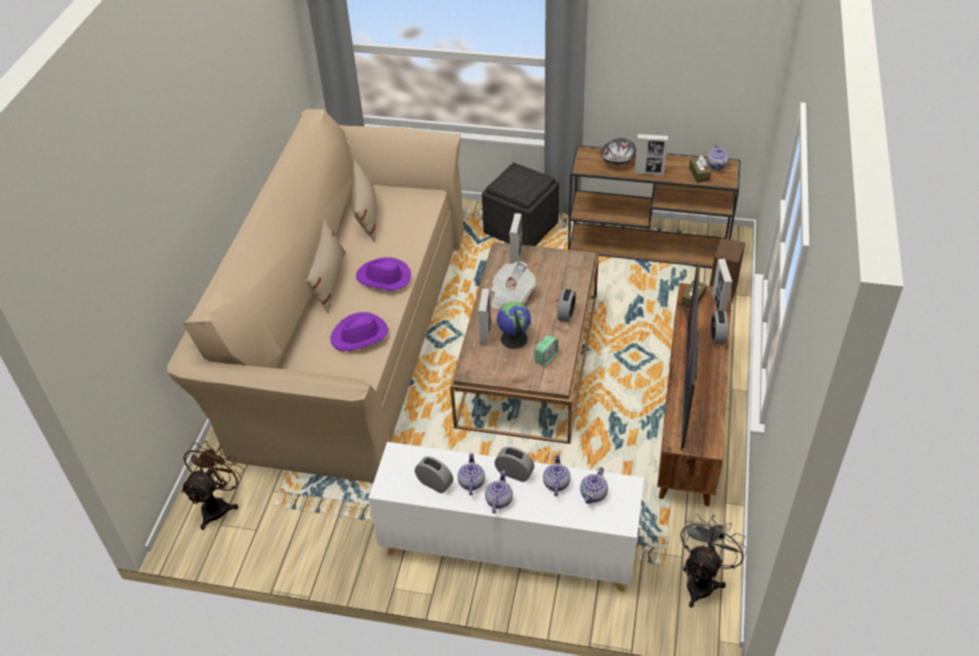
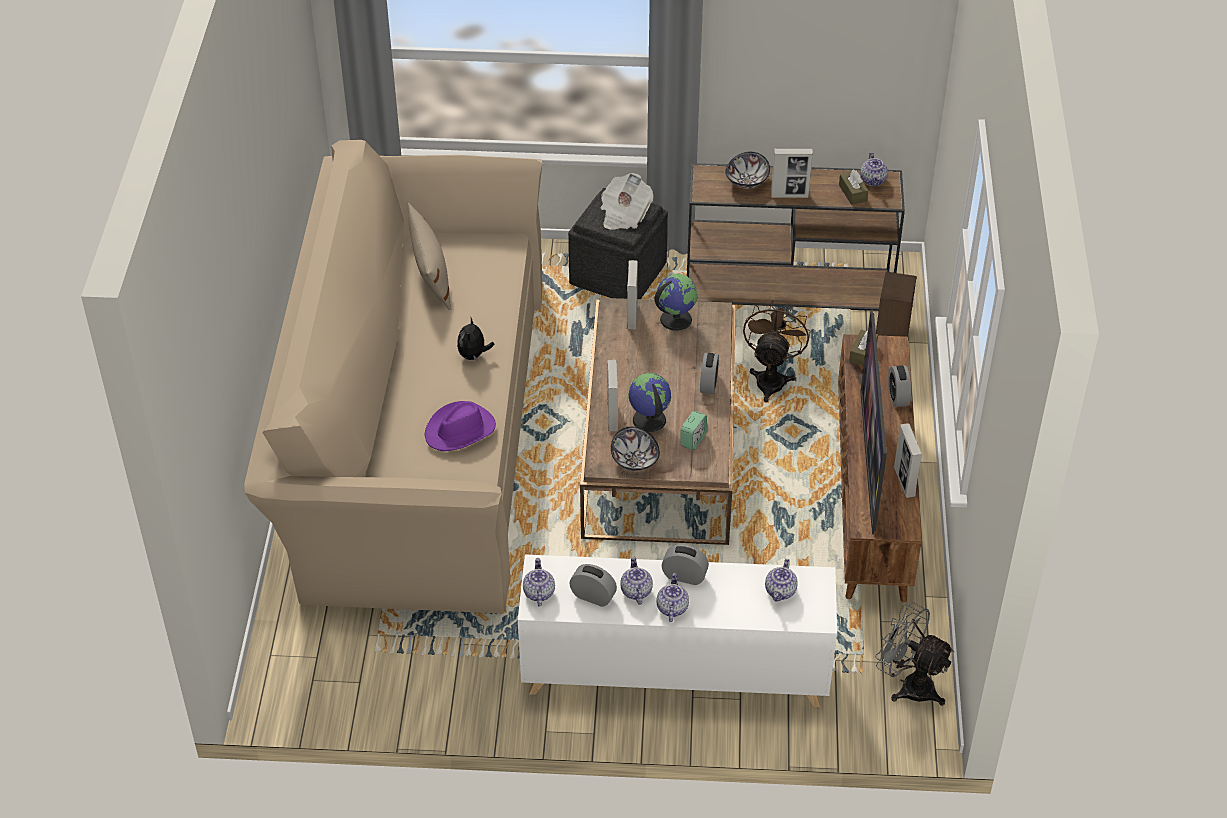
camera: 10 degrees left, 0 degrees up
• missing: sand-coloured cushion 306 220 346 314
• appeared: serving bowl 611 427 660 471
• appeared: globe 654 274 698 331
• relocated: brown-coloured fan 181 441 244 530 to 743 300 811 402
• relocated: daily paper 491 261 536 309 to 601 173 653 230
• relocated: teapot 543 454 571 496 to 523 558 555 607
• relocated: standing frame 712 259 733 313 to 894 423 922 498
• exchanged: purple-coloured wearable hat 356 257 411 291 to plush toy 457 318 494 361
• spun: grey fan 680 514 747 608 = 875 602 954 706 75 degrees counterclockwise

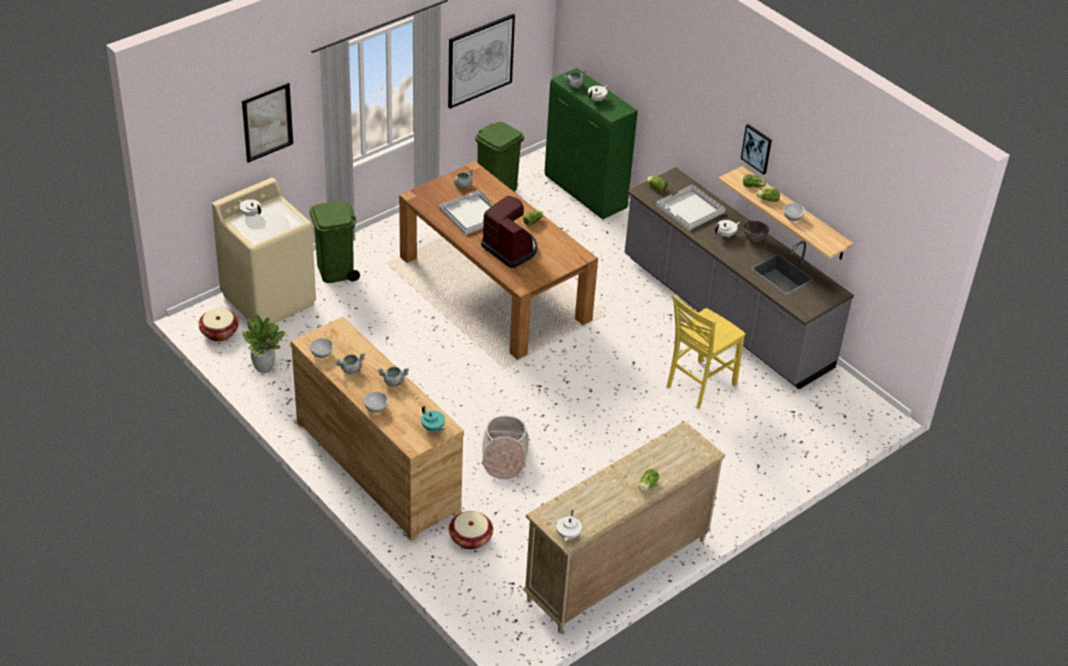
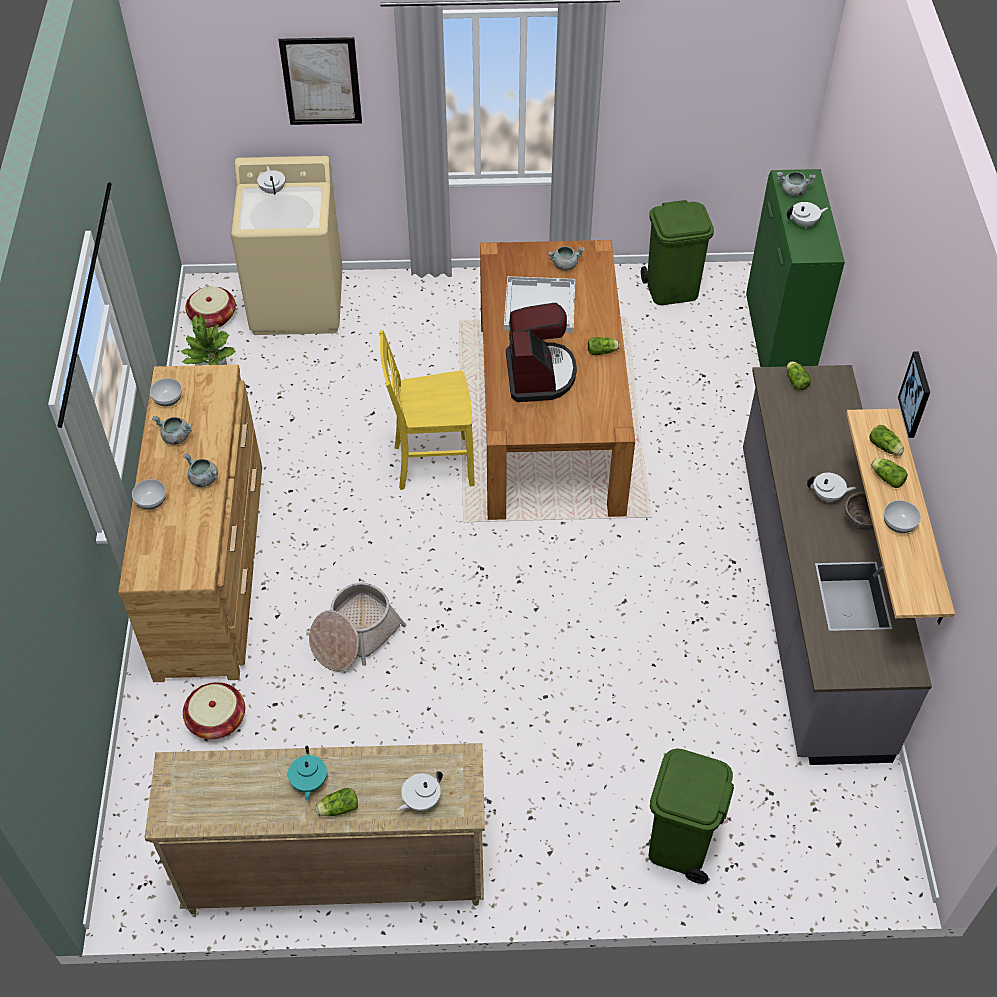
camera: 40 degrees right, 10 degrees up
• missing: picture 448 14 515 109
• missing: whitish tray 656 184 725 230
• relocated: green waste bin 309 201 360 283 to 649 748 734 884
• relocated: turquoise-coloured teapot 421 406 445 432 to 288 746 327 801
• relocated: whitish teapot 556 510 582 541 to 397 771 443 811
• relocated: yellow plain chair 667 295 745 409 to 379 330 475 490

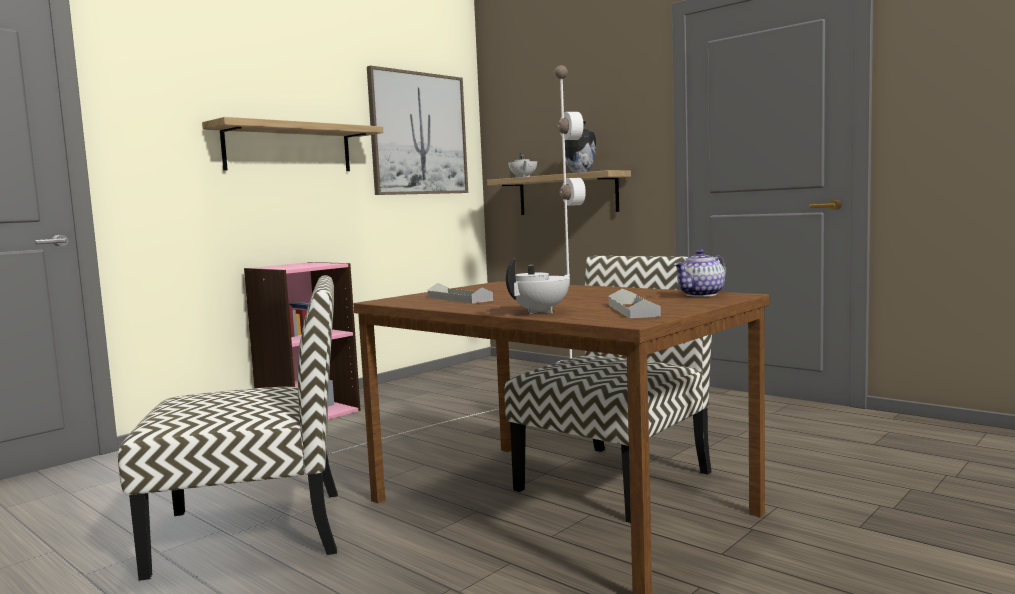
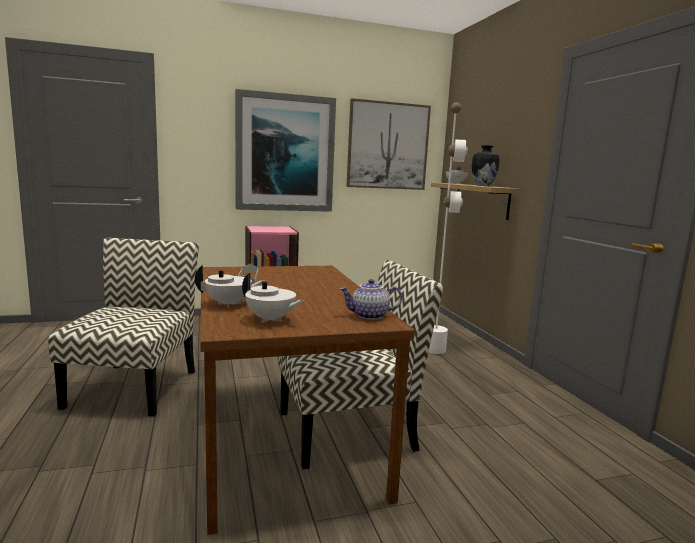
camera: 30 degrees right, 5 degrees up
• exchanged: bracket shelf 202 117 383 171 to picture 235 89 336 212
• exchanged: grey tray 609 288 661 318 to whitish teapot 242 273 305 323
• spun: plain chair 118 275 338 581 = 48 238 199 417 105 degrees counterclockwise

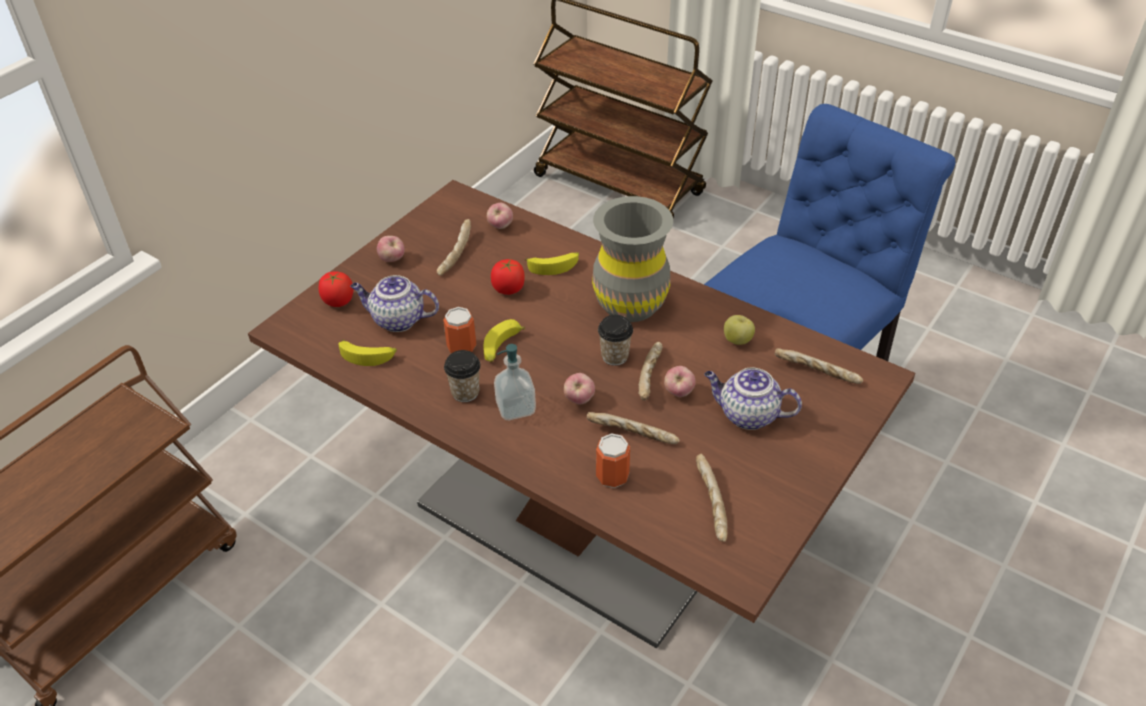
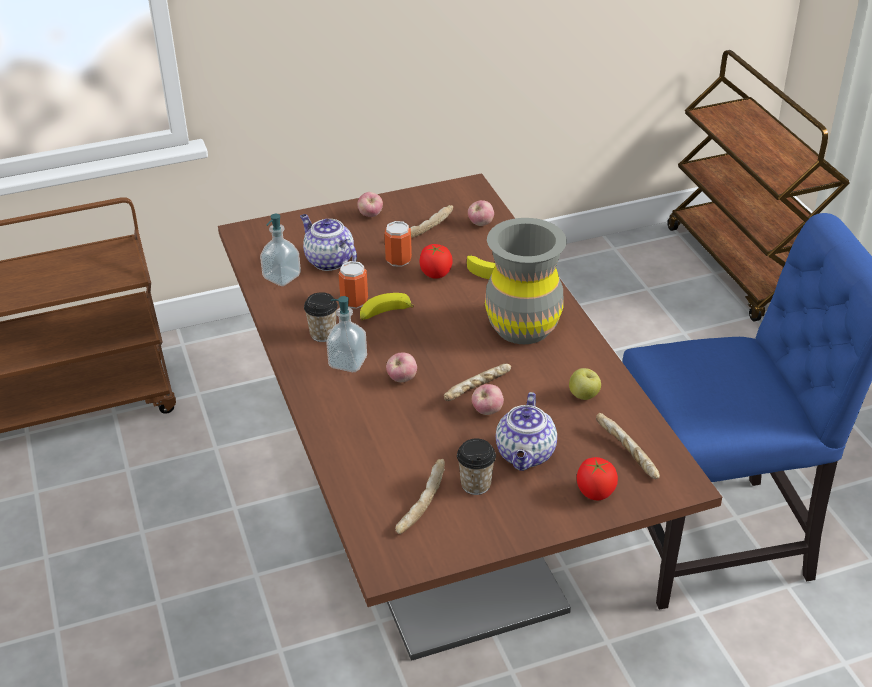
camera: 35 degrees right, 5 degrees down
• missing: bakery bread 587 412 680 444
• relocated: whole tomato 319 271 354 307 to 577 457 618 500
• relocated: metal can 596 433 630 488 to 384 221 412 267
• relocated: drinking cup 598 315 633 366 to 457 438 496 495
• exchanged: banana fruit 338 339 397 366 to soap dispenser 260 214 301 286
• spun: teapot 704 368 802 430 = 496 392 557 471 135 degrees counterclockwise

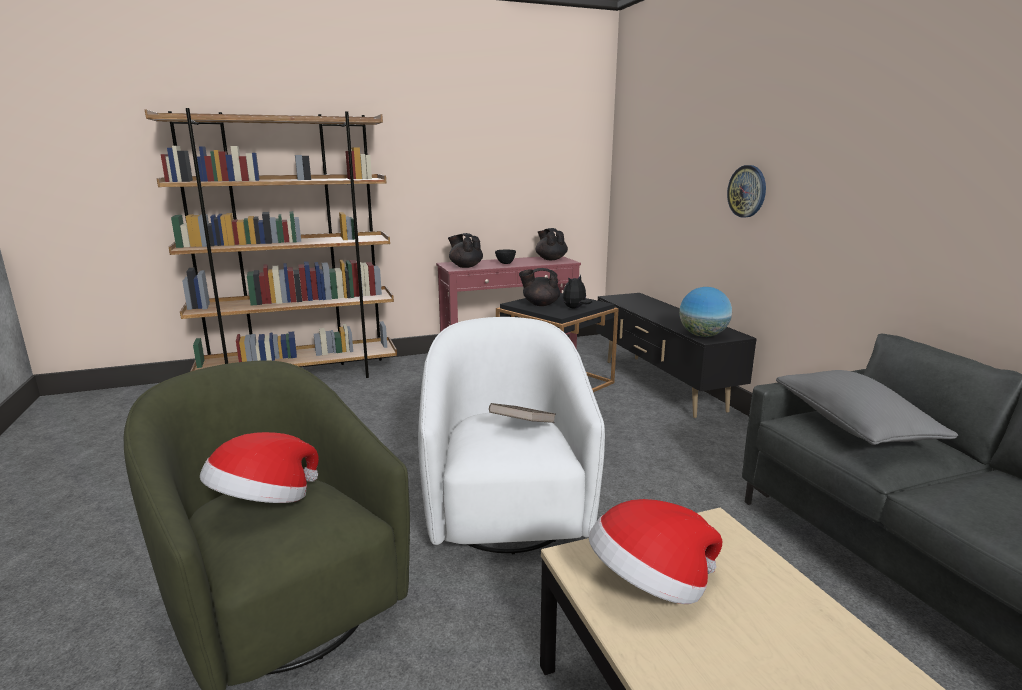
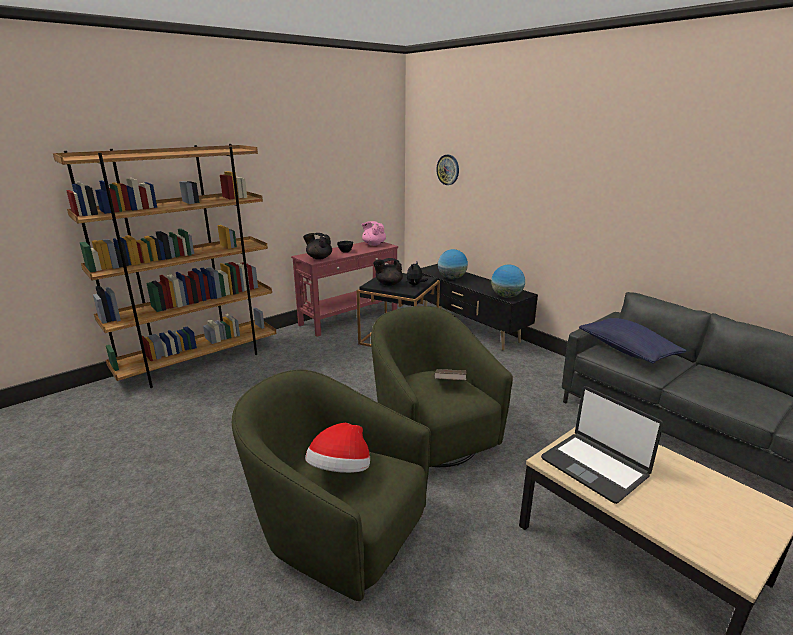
camera: 20 degrees left, 5 degrees up
• appeared: globe 438 249 468 279
• relocated: hanging clock 727 165 766 218 to 436 155 459 185
• exchanged: wearable hat 589 499 722 604 to laptop 541 386 663 504
• colour: whitish lounge chair 418 317 605 554 to green lounge chair 371 306 513 467
• colour: blackish teapot 536 228 568 260 to pinkish teapot 362 221 386 246
• colour: grey cushion 776 370 958 445 to bluish cushion 579 318 687 364

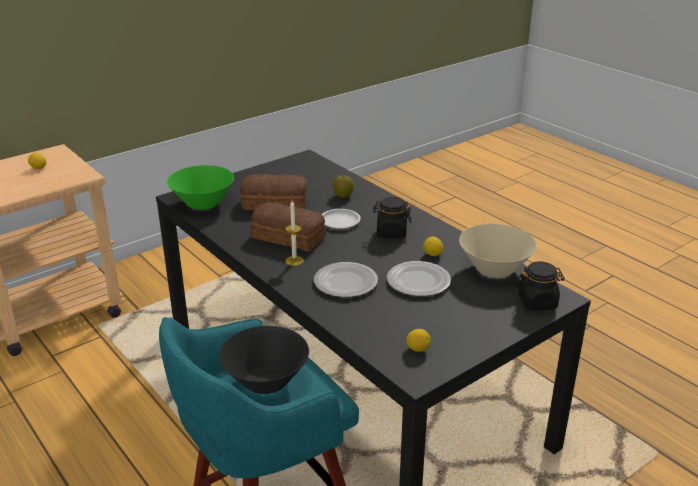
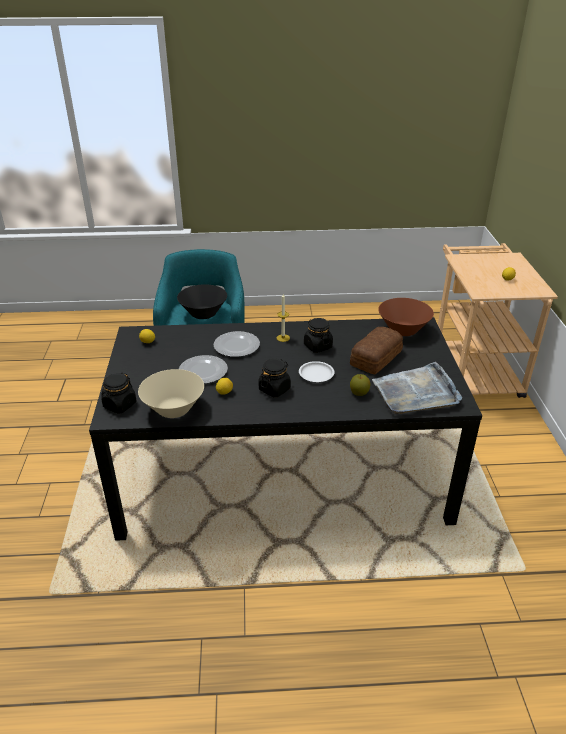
camera: 125 degrees right, 5 degrees up
• appeared: grey tray 372 362 462 414
• exchanged: bakery bread 251 202 326 251 to blackish storage jar 304 318 333 353
• colour: green serving bowl 167 165 234 210 to brown-coloured serving bowl 378 298 434 336

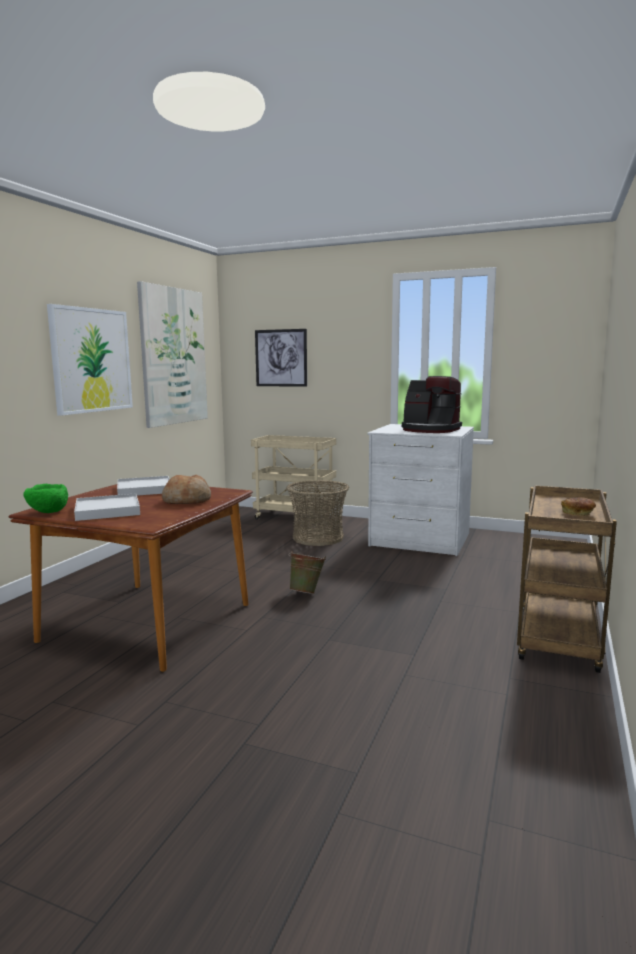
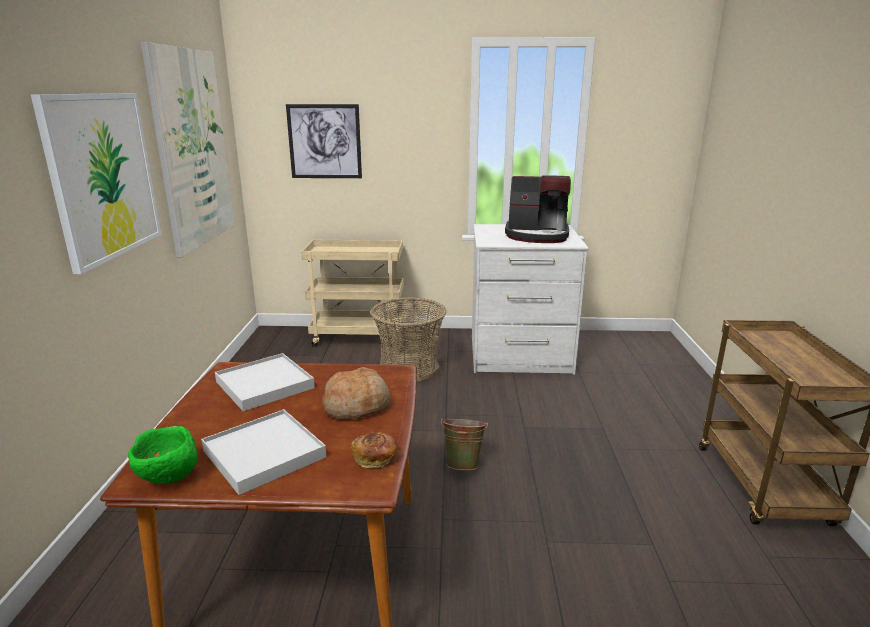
camera: 20 degrees left, 10 degrees up
• relocated: bakery bread 561 497 596 516 to 351 432 398 468

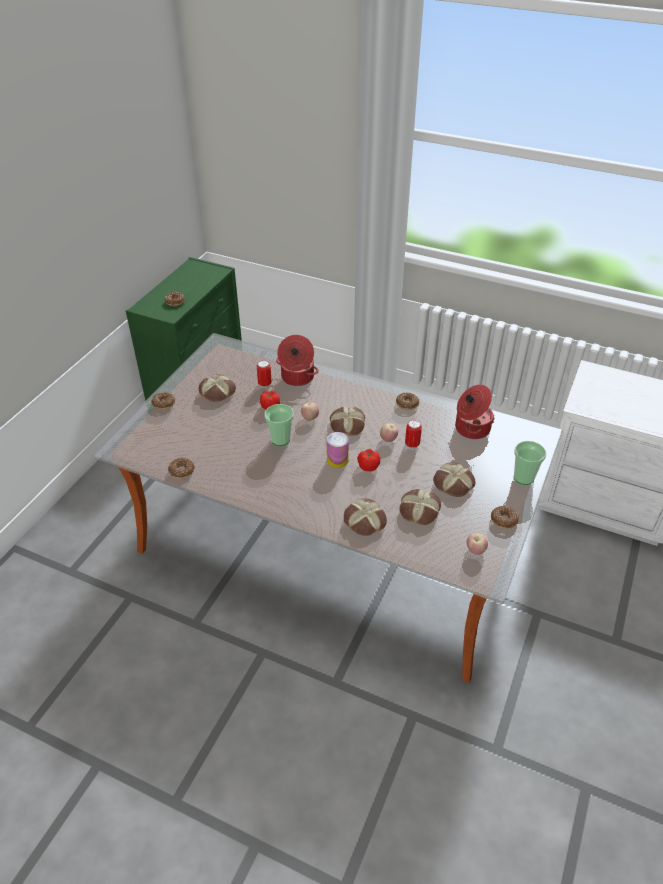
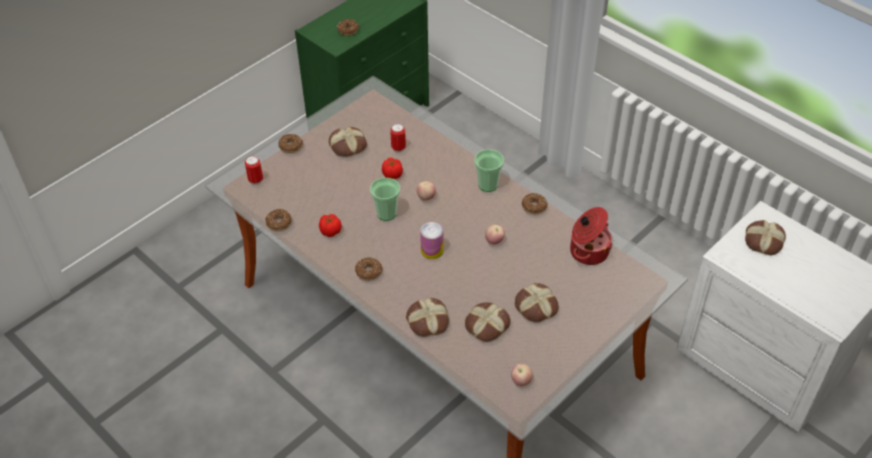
camera: 20 degrees right, 5 degrees up
• missing: saucepot 276 335 318 386
• relocated: bakery bread 330 407 365 436 to 745 220 786 255
• relocated: whole tomato 357 449 380 472 to 319 214 342 237
• relocated: metal can 405 420 422 449 to 245 156 263 185
• relocated: ring doughnut 491 506 519 529 to 355 258 382 280
• relocated: drinking cup 514 441 546 485 to 474 149 504 192

